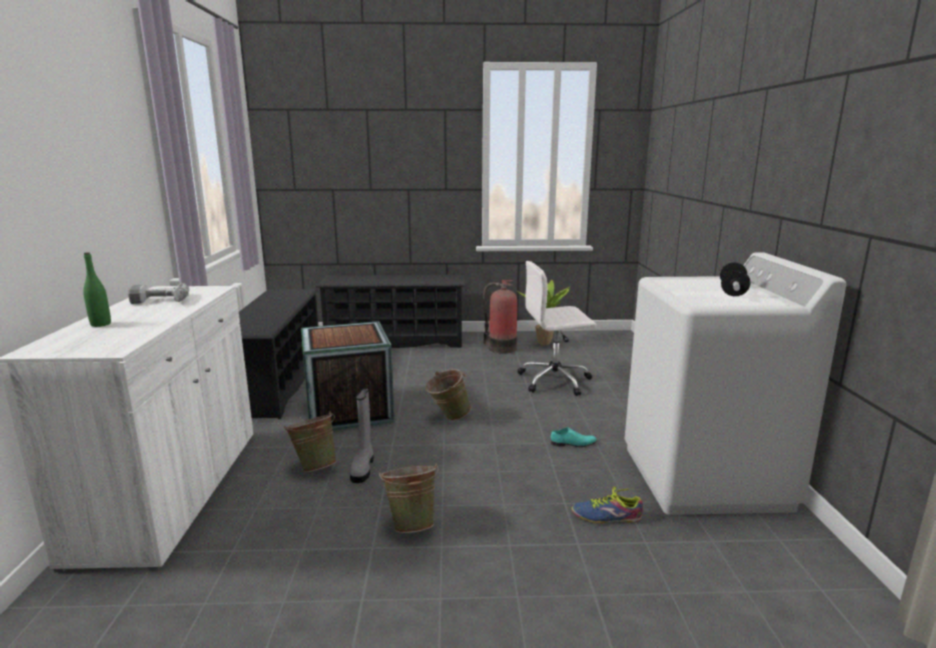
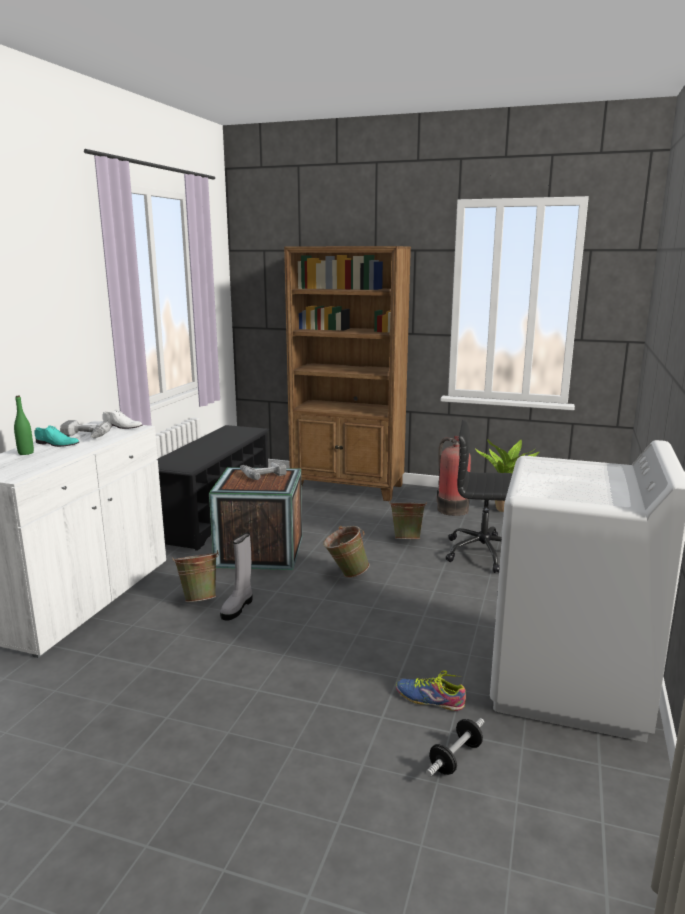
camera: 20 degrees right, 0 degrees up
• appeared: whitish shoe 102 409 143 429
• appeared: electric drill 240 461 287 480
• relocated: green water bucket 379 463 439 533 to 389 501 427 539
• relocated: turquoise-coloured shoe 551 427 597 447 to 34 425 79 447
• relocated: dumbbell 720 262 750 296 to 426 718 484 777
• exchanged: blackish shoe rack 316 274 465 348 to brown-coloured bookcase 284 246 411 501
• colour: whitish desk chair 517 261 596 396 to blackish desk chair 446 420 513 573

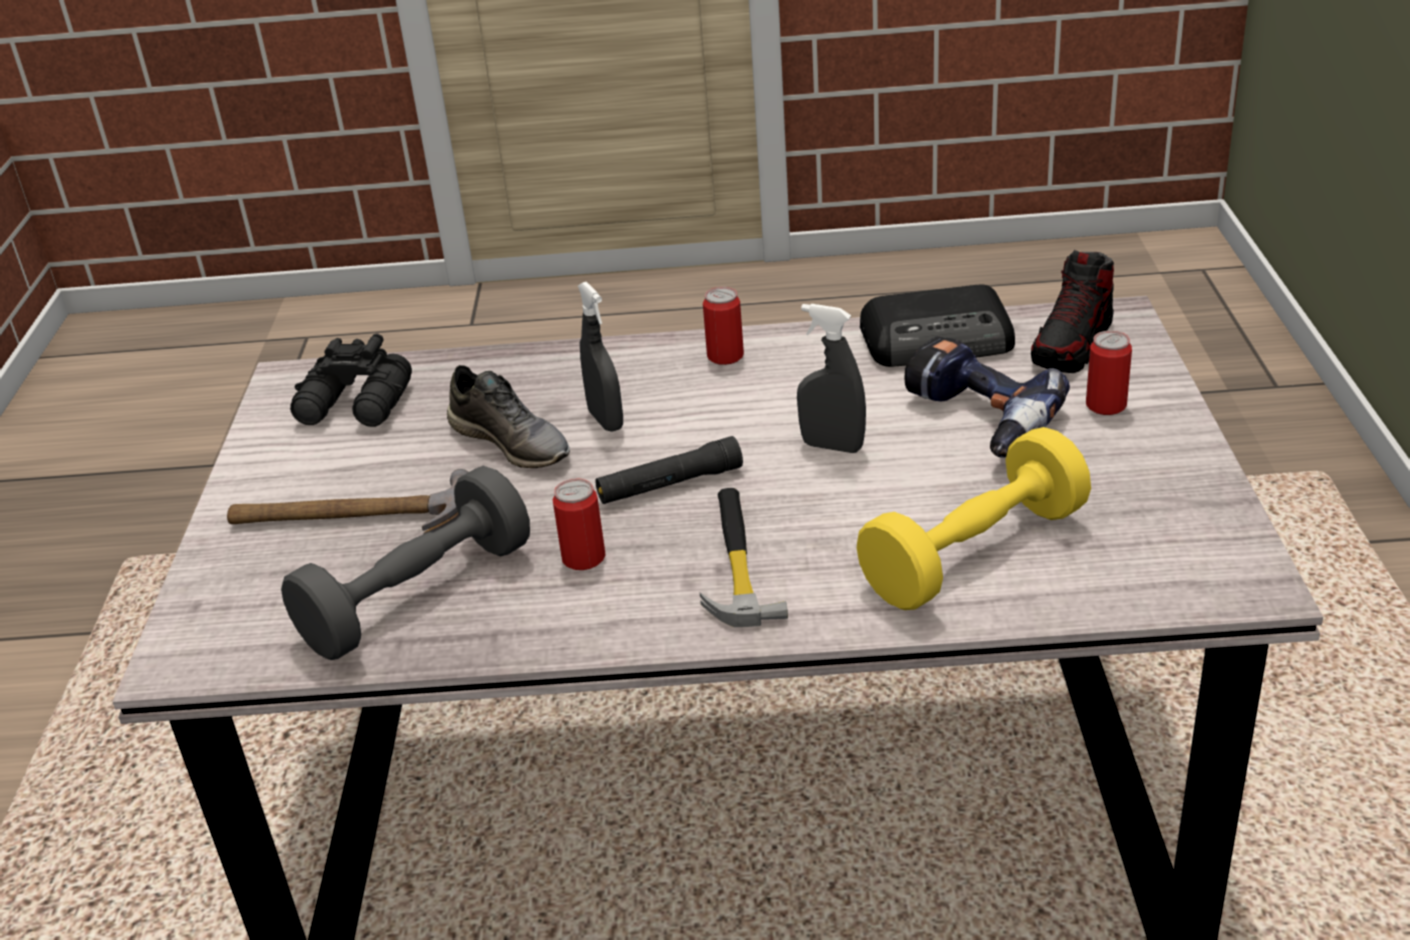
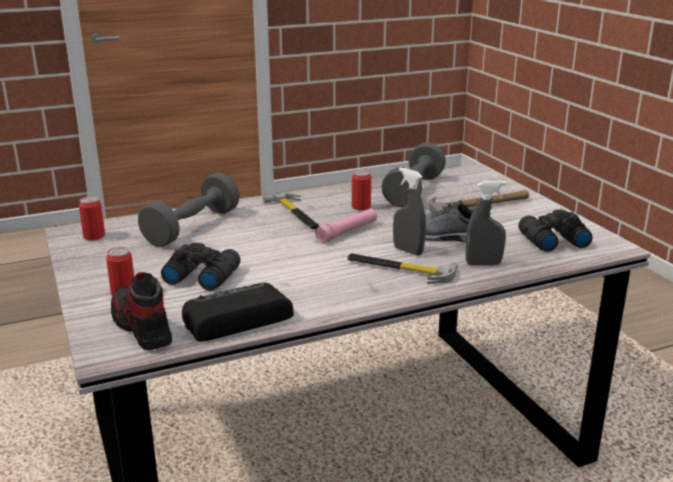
camera: 155 degrees right, 10 degrees down
• appeared: hand hammer 348 253 458 284
• relocated: metal can 703 287 744 365 to 79 196 105 241
• relocated: grey hand sprayer 797 304 866 453 to 465 180 506 266
• exchanged: electric drill 905 336 1070 458 to blackish binoculars 161 243 241 291
• colour: blackish hand torch 595 436 743 504 to pinkish hand torch 315 209 377 243
• colour: yellow dumbbell 857 427 1091 610 to grey dumbbell 138 173 239 247
• spun: shoe 1031 250 1114 373 = 111 272 172 350 45 degrees counterclockwise

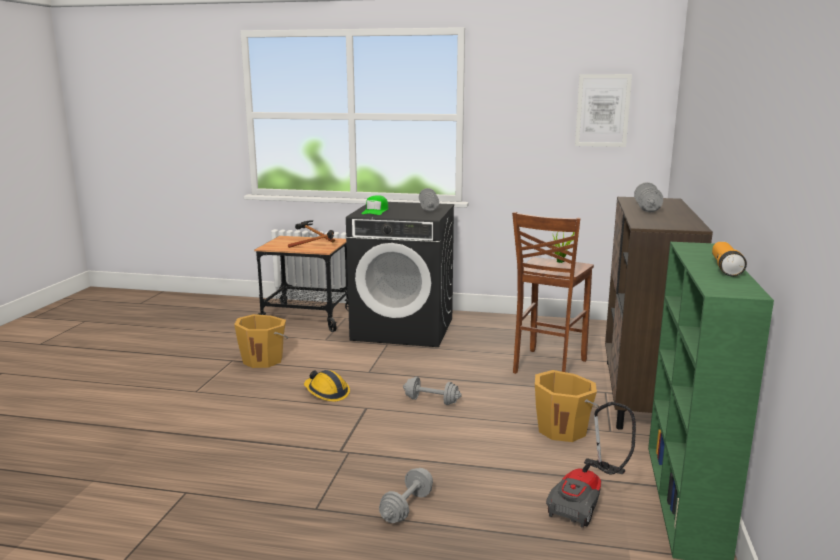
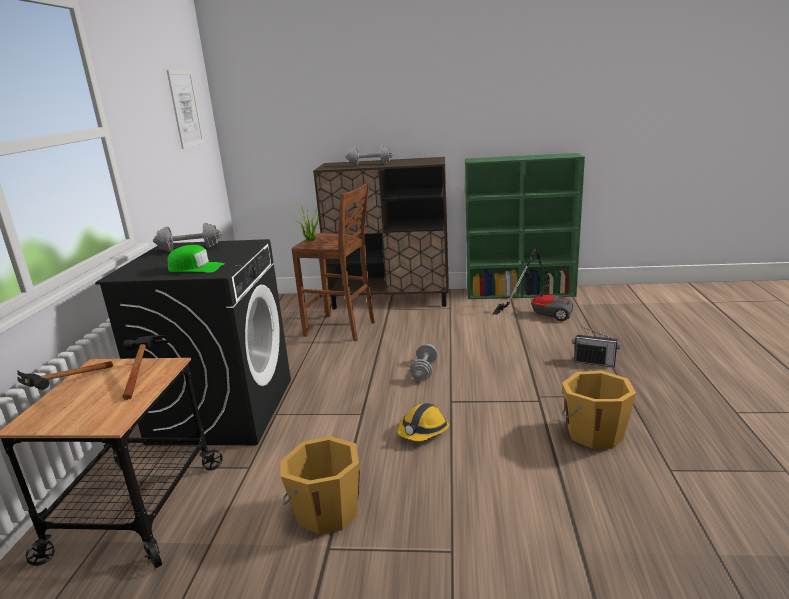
camera: 95 degrees left, 5 degrees up
• missing: hand torch 712 242 747 276
• relocated: orange-coloured water bucket 535 370 599 442 to 562 371 636 449
• exchanged: grey dumbbell 379 468 433 523 to radio 573 326 620 367

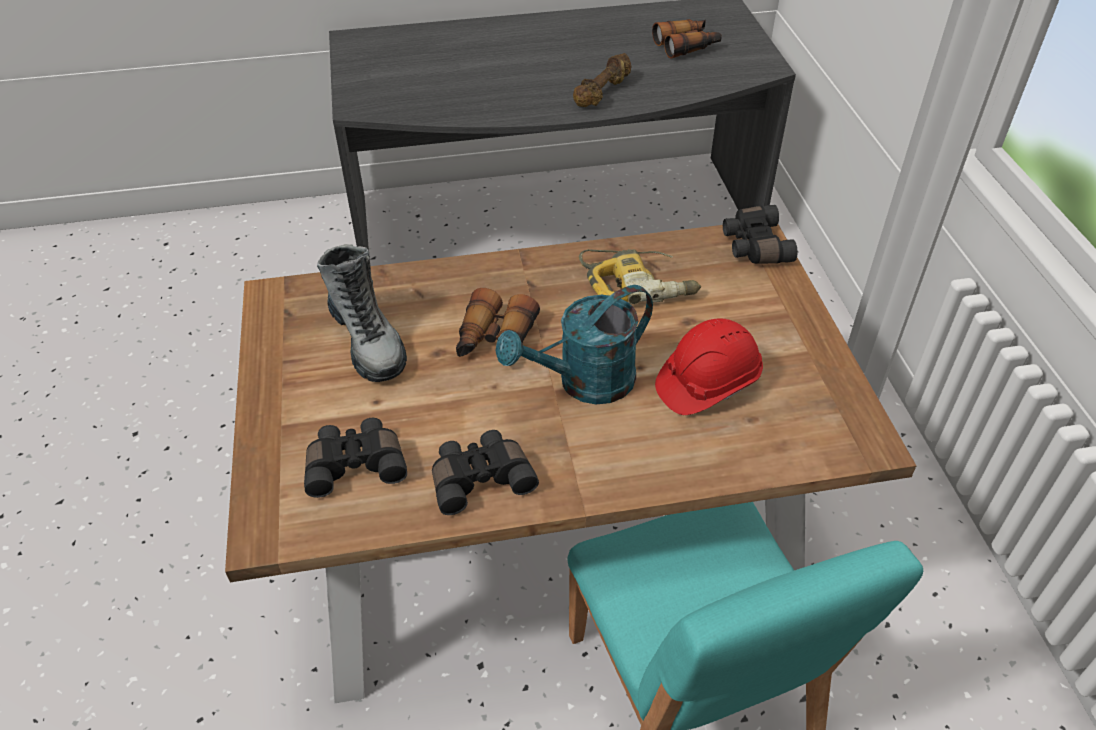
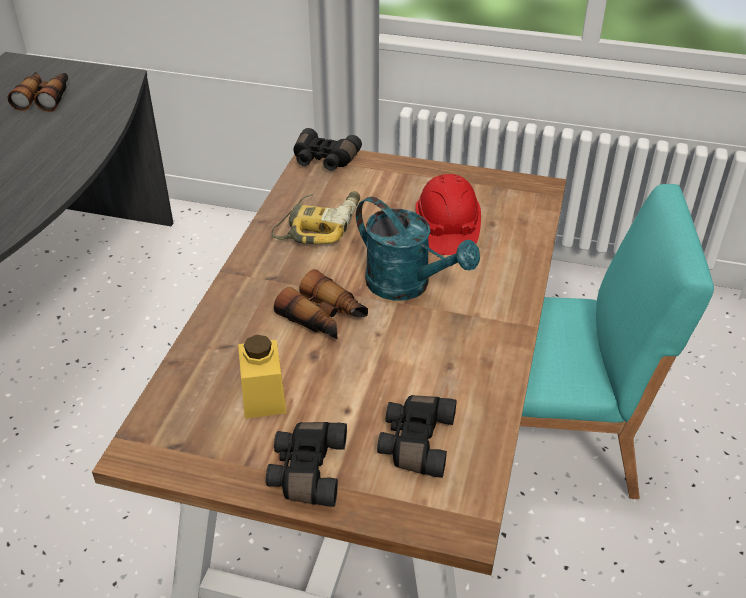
camera: 65 degrees left, 5 degrees down
• missing: brown-coloured dumbbell 573 53 631 107
• relocated: blackish binoculars 432 430 539 515 to 266 422 347 507
• exchanged: high-top boot 317 244 407 382 to yellow storage jar 238 335 287 419
• spun: turquoise-coloured sprinkling can 495 285 653 405 = 356 197 480 301 45 degrees counterclockwise

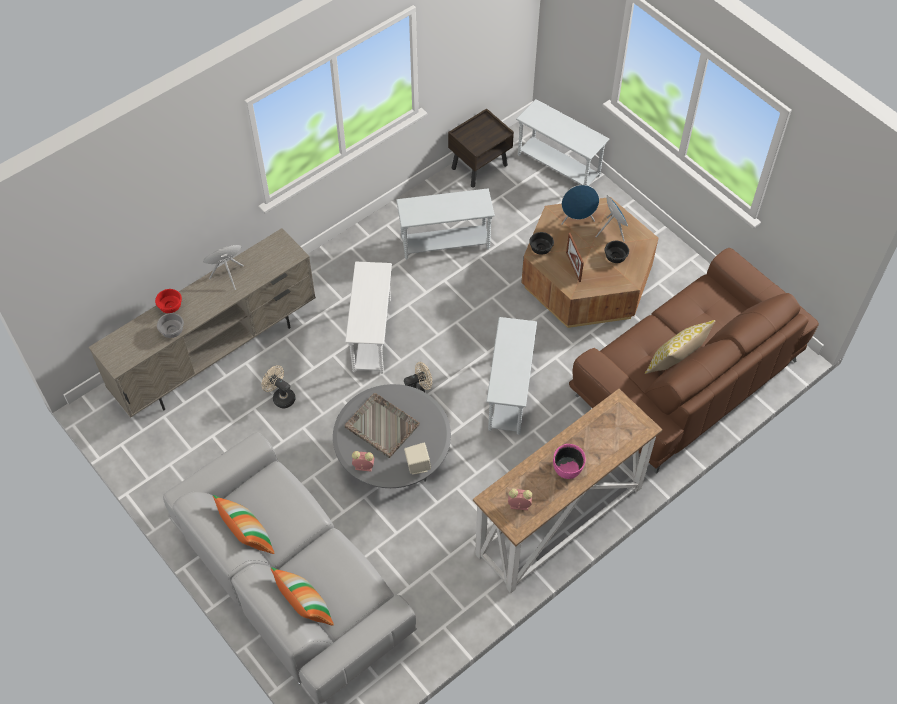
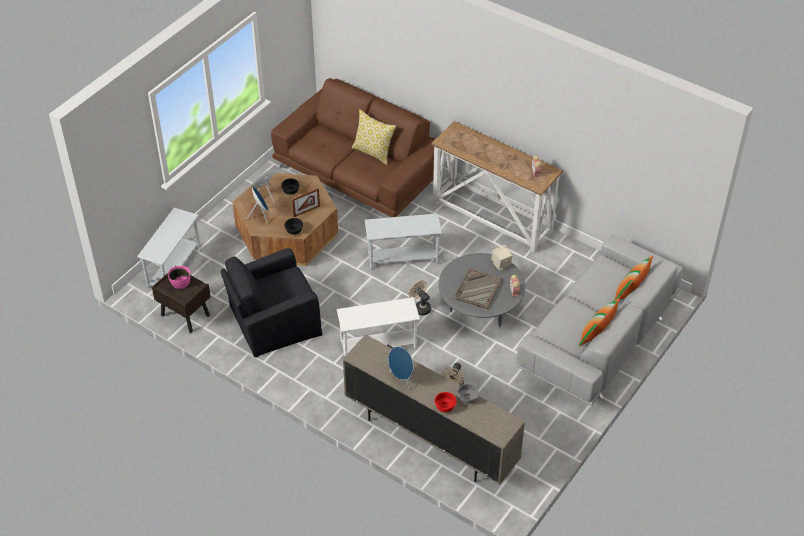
camera: 105 degrees left, 10 degrees down
• relocated: pinkish serving bowl 553 444 586 479 to 168 266 191 289
• exchanged: whitish end table 396 188 495 260 to blackish lounge chair 220 248 322 358

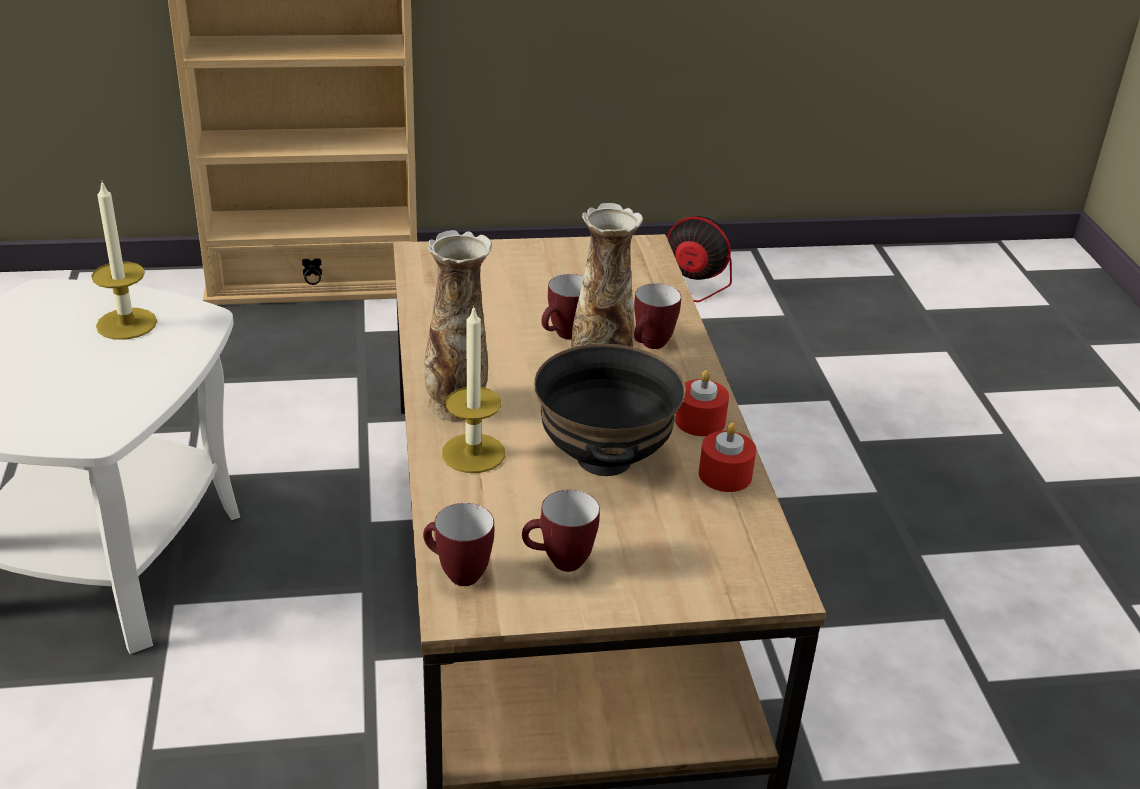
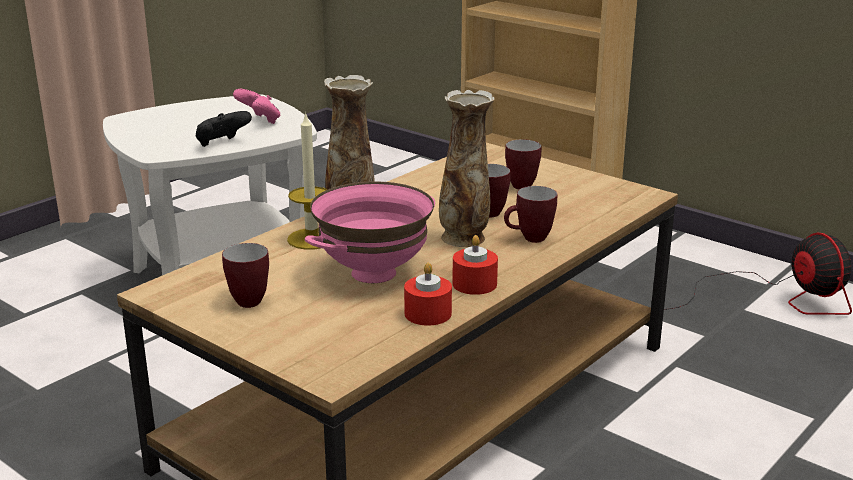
camera: 50 degrees right, 10 degrees down
• appeared: blackish joypad 196 111 252 147
• relocated: mug 423 503 494 586 to 505 139 541 189
• exchanged: wax candle 91 182 157 340 to pinkish joypad 233 89 281 124
• colour: blackish serving bowl 534 344 686 476 to pinkish serving bowl 305 181 435 283

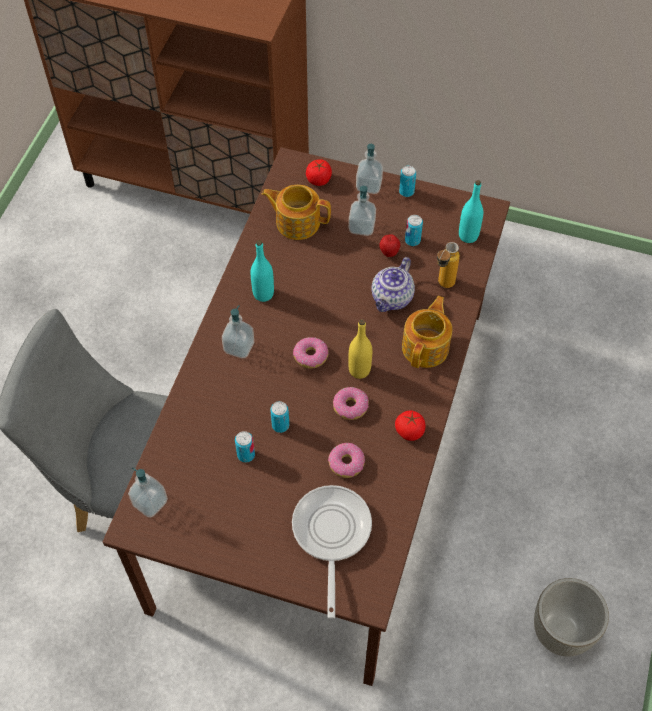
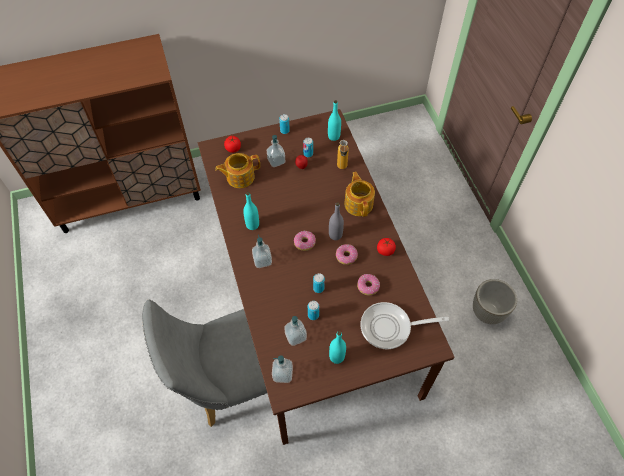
camera: 35 degrees left, 0 degrees up
• missing: teapot 371 257 415 312
• appeared: turquoise-coloured bottle 329 331 346 364
• relocated: soap dispenser 356 144 383 194 to 284 316 307 346
• colour: yellow bottle 348 319 372 379 to grey bottle 329 202 344 240
• spun: frying pan 292 485 372 619 = 360 302 449 349 60 degrees counterclockwise

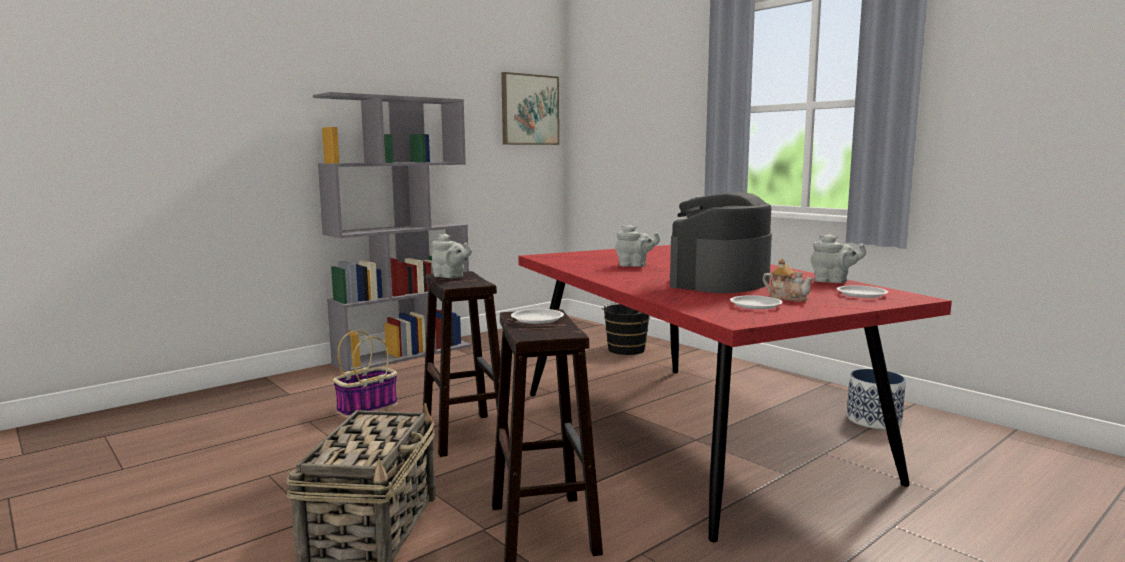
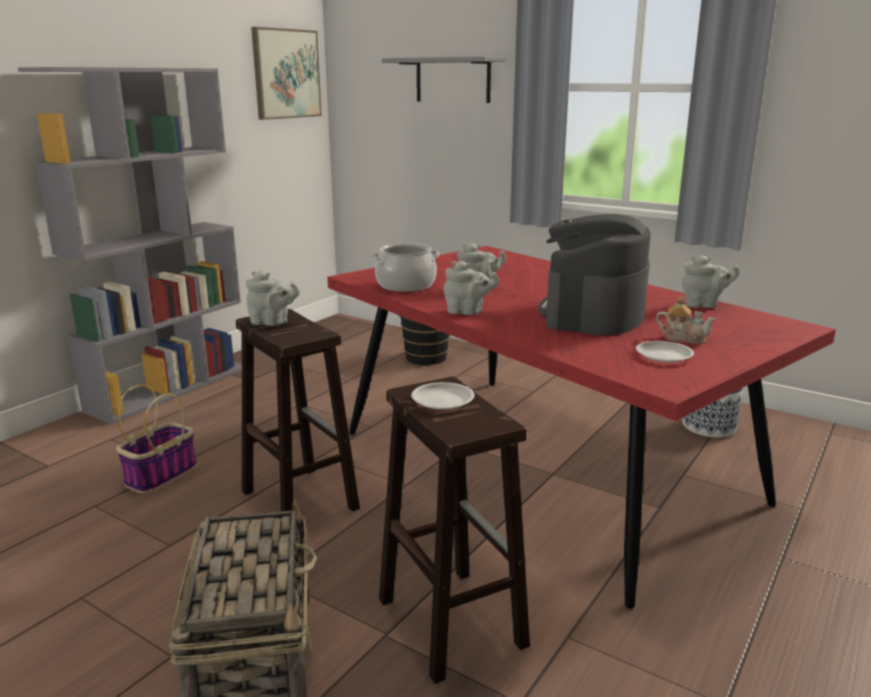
camera: 15 degrees left, 10 degrees up
• missing: whitish dinner plate 837 285 888 298
• appeared: saucepot 371 243 440 292
• appeared: grey bracket shelf 382 56 505 103
• appeared: grey teapot 443 260 499 315

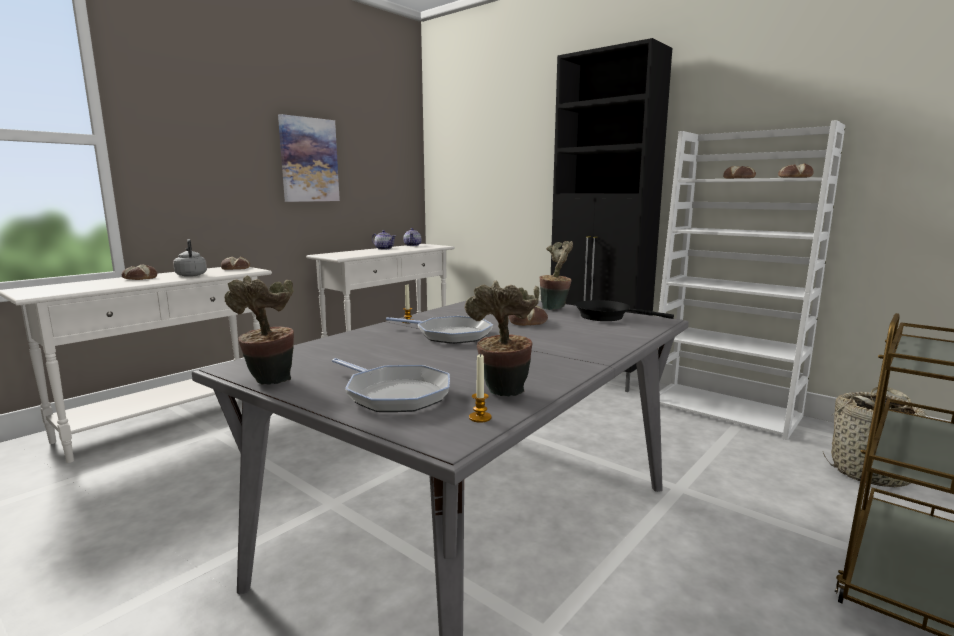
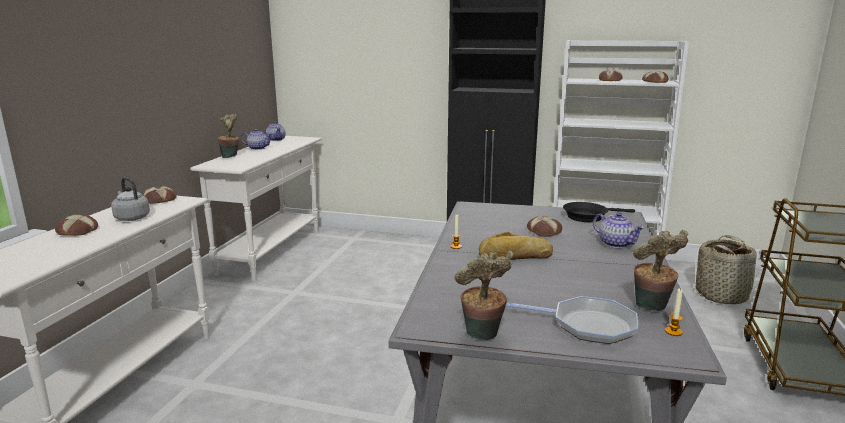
camera: 25 degrees left, 5 degrees up
• missing: picture 278 114 340 202
• appeared: teapot 593 212 645 248
• relocated: potted plant 540 241 573 310 to 218 114 239 158
• exchanged: frying pan 386 316 493 344 to bakery bread 479 232 553 260

